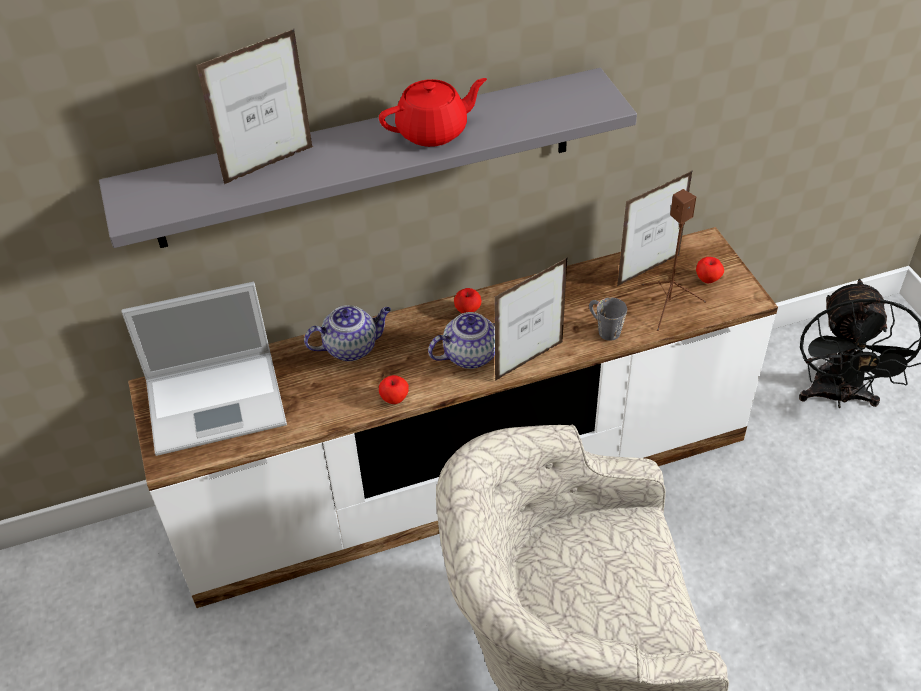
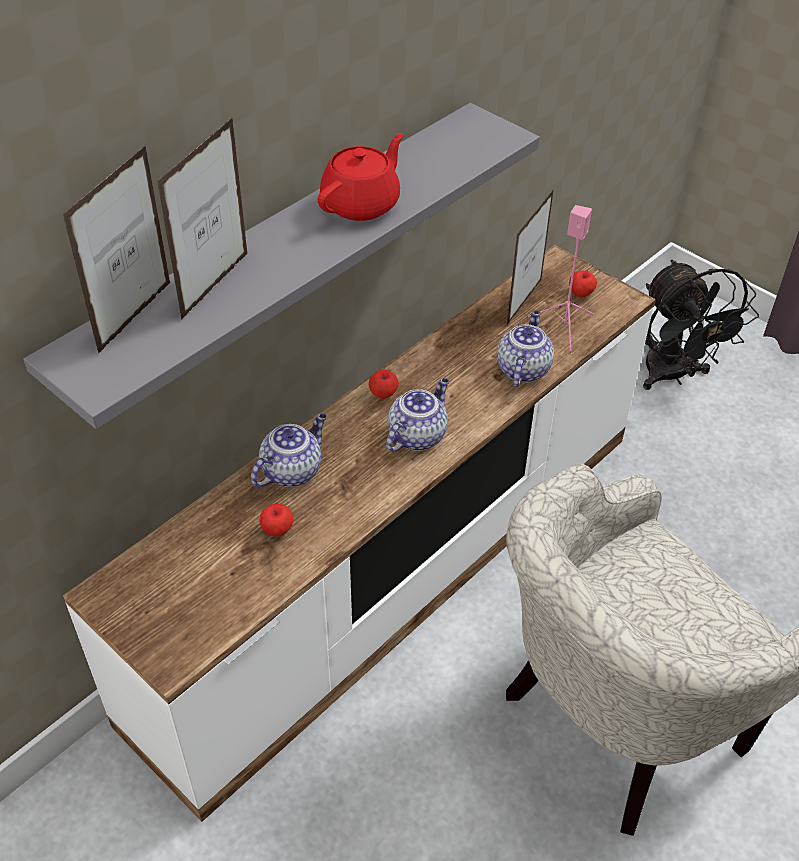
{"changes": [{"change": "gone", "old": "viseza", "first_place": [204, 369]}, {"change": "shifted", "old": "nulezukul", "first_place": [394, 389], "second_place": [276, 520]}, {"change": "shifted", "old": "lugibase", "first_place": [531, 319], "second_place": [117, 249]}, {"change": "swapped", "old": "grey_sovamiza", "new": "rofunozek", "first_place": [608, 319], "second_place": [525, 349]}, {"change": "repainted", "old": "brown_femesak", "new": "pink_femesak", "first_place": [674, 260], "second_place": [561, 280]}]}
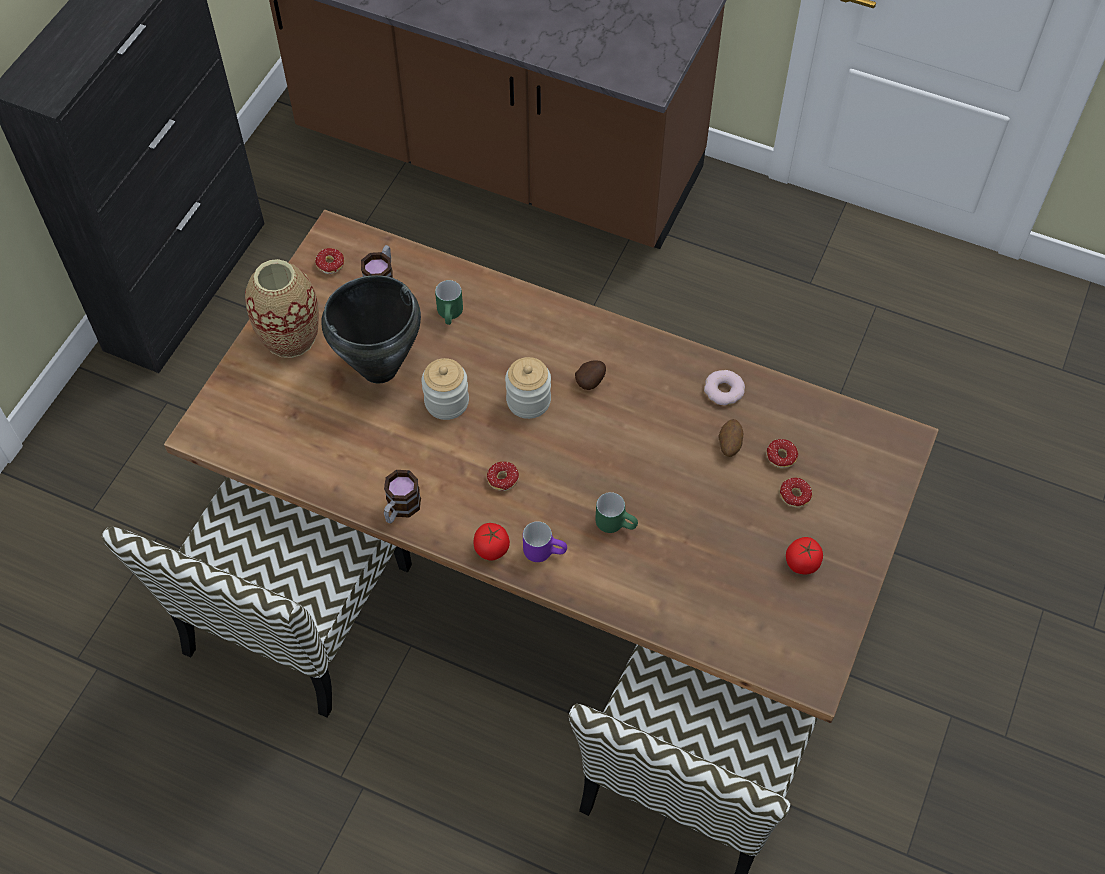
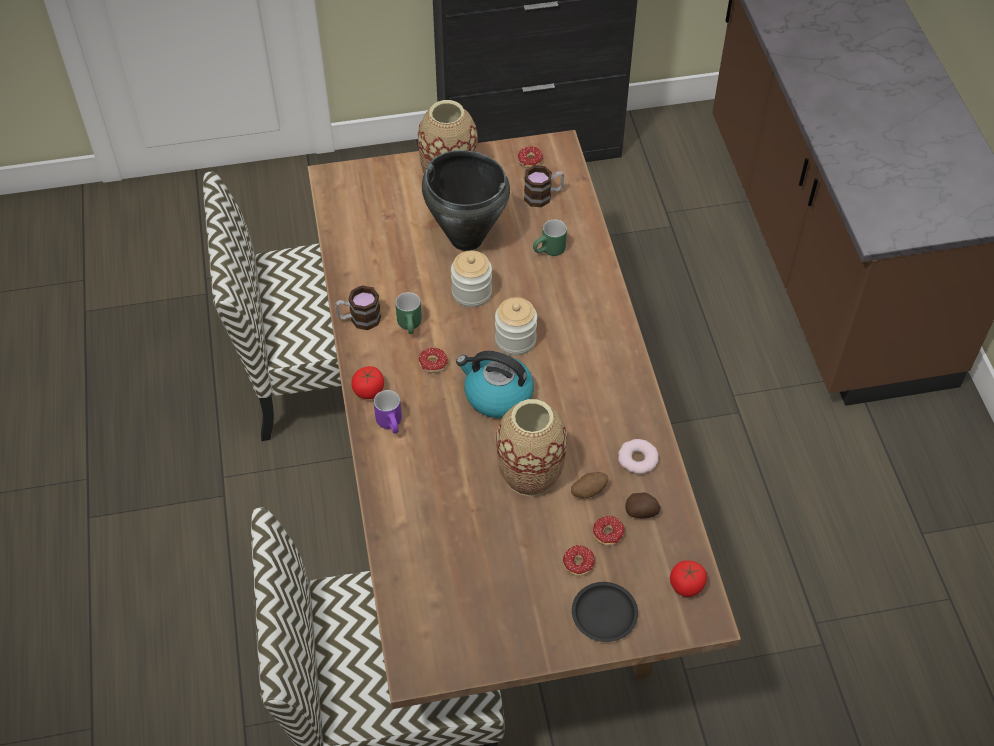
{"changes": [{"change": "shifted", "old": "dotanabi", "first_place": [590, 375], "second_place": [642, 505]}, {"change": "shifted", "old": "green_sovamiza", "first_place": [616, 512], "second_place": [408, 313]}, {"change": "shifted", "old": "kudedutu", "first_place": [804, 556], "second_place": [688, 578]}, {"change": "new", "new": "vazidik", "second_place": [495, 384]}, {"change": "new", "new": "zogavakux", "second_place": [531, 447]}, {"change": "new", "new": "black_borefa", "second_place": [605, 612]}]}
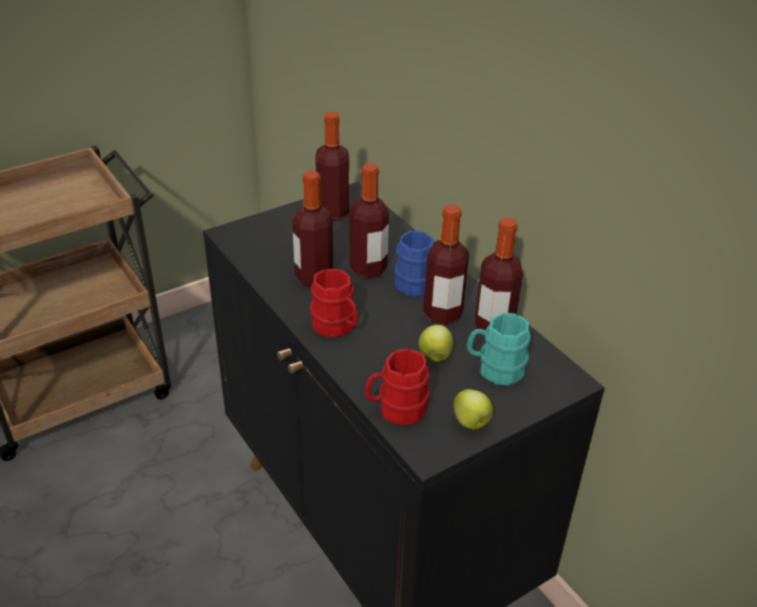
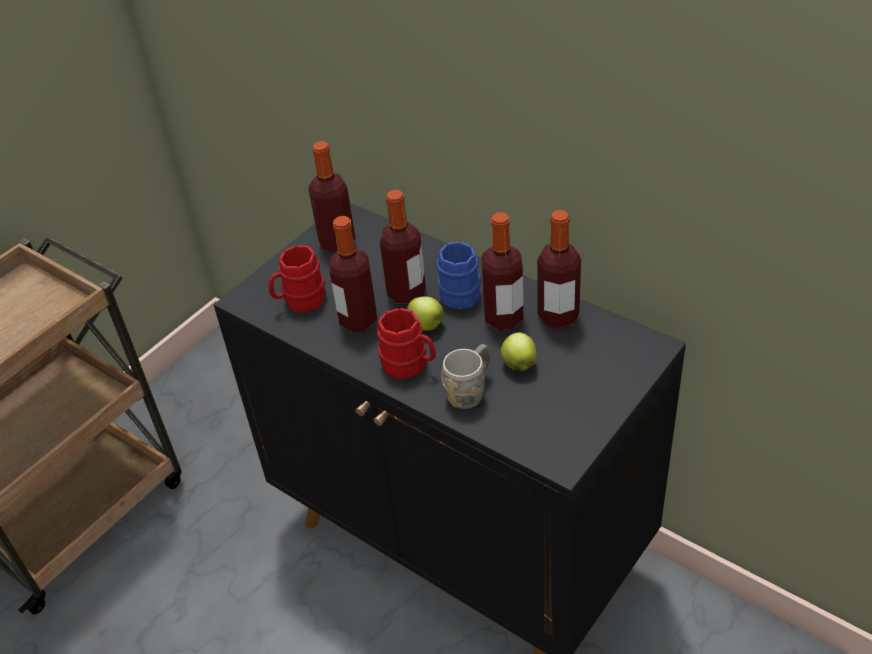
{"changes": [{"change": "shifted", "old": "red_sovamiza", "first_place": [397, 387], "second_place": [297, 278]}, {"change": "shifted", "old": "nulezukul", "first_place": [473, 409], "second_place": [425, 314]}, {"change": "gone", "old": "turquoise_sovamiza", "first_place": [499, 349]}, {"change": "new", "new": "grey_sovamiza", "second_place": [466, 376]}]}
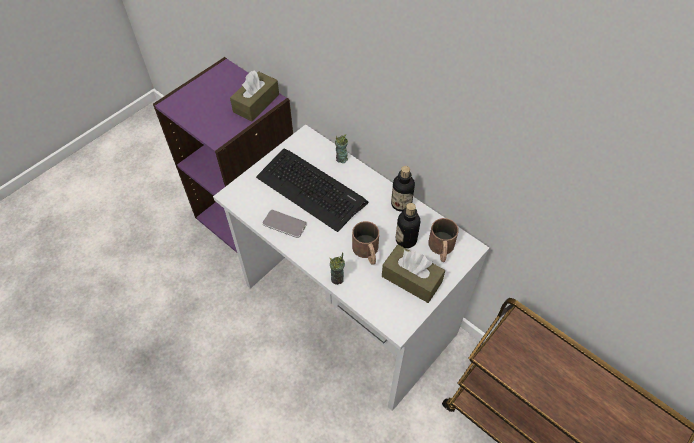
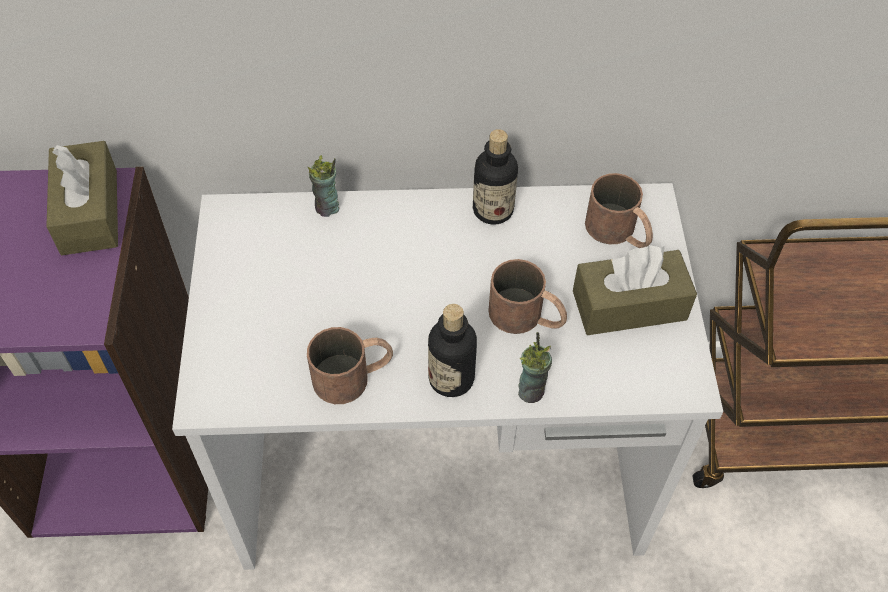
{"changes": [{"change": "gone", "old": "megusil", "first_place": [312, 190]}, {"change": "swapped", "old": "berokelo", "new": "brown_sovamiza", "first_place": [285, 224], "second_place": [350, 365]}, {"change": "shifted", "old": "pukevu", "first_place": [408, 225], "second_place": [452, 350]}]}
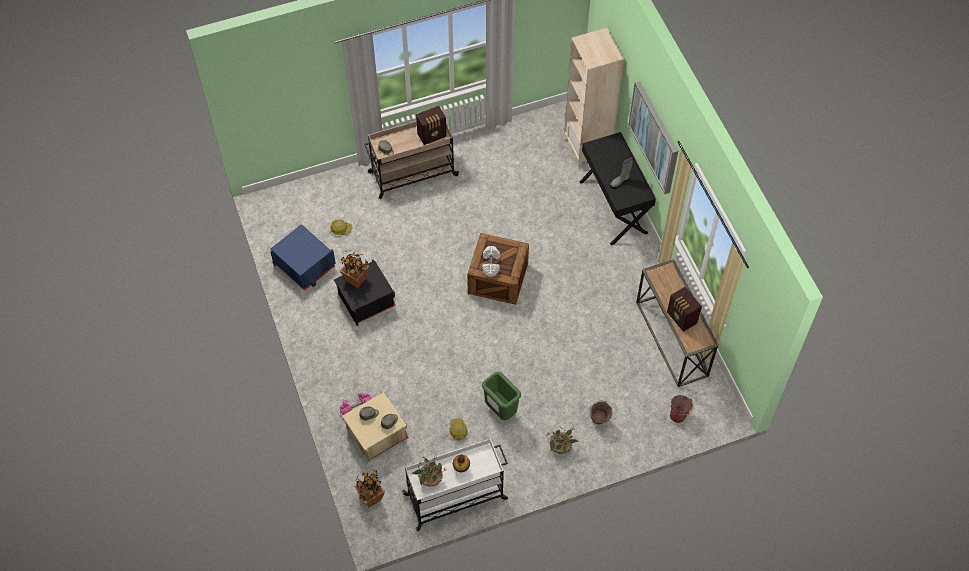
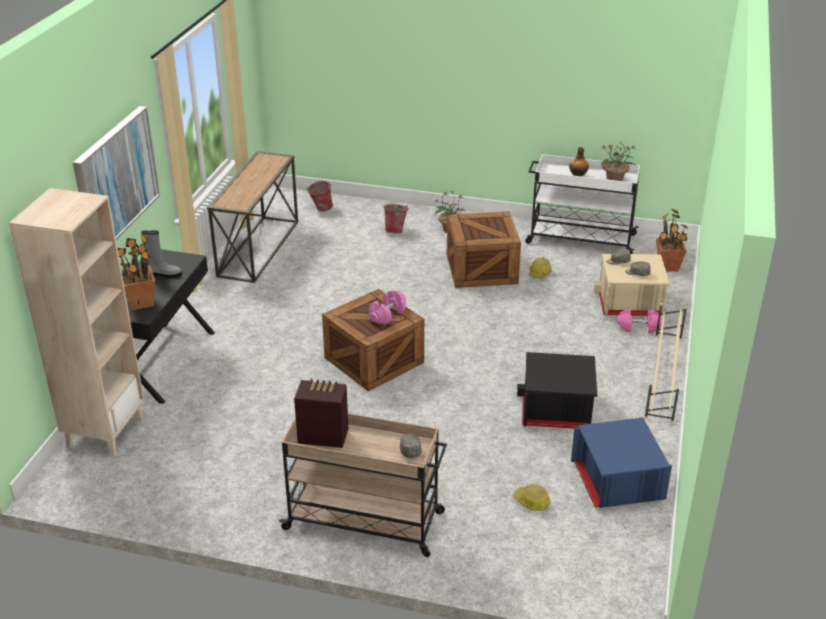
{"changes": [{"change": "shifted", "old": "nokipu", "first_place": [354, 269], "second_place": [136, 272]}, {"change": "repainted", "old": "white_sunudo", "new": "pink_sunudo", "first_place": [491, 261], "second_place": [387, 307]}, {"change": "swapped", "old": "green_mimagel", "new": "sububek", "first_place": [501, 396], "second_place": [484, 249]}, {"change": "gone", "old": "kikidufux", "first_place": [684, 309]}, {"change": "new", "new": "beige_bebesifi", "second_place": [665, 363]}]}
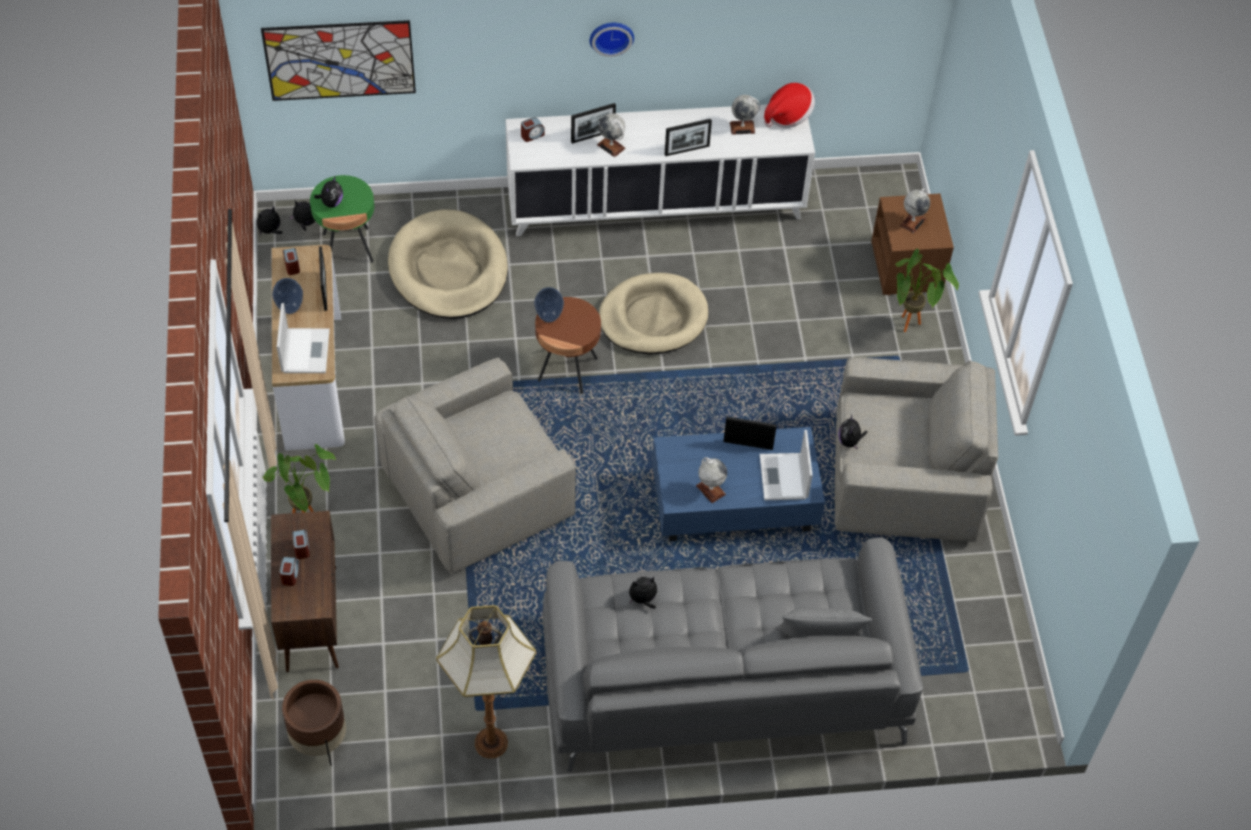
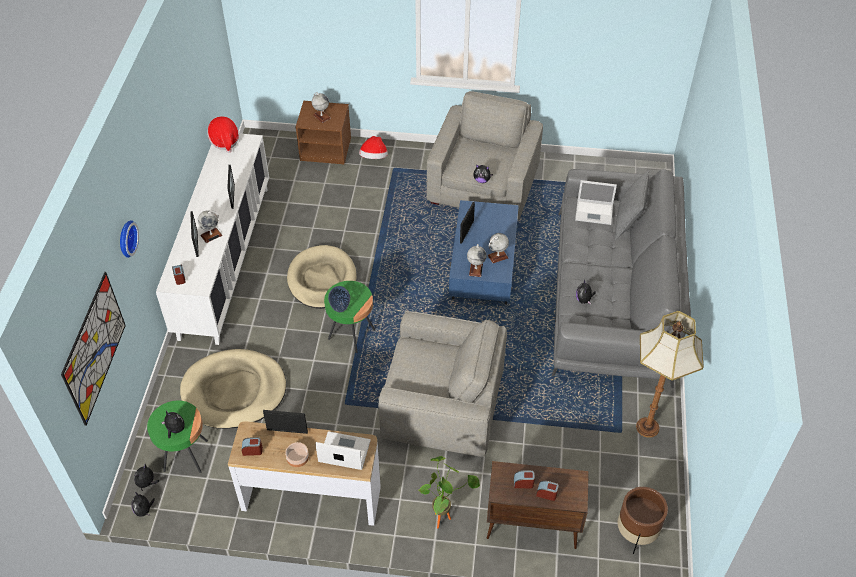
{"changes": [{"change": "swapped", "old": "zogavakux", "new": "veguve", "first_place": [287, 296], "second_place": [297, 454]}, {"change": "rotated", "old": "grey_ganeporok", "first_place": [475, 466], "second_place": [442, 384], "degrees": -60}, {"change": "repainted", "old": "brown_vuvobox", "new": "green_vuvobox", "first_place": [568, 345], "second_place": [349, 317]}, {"change": "shifted", "old": "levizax", "first_place": [611, 40], "second_place": [129, 239]}, {"change": "shifted", "old": "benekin", "first_place": [745, 115], "second_place": [476, 260]}, {"change": "shifted", "old": "viseza", "first_place": [786, 465], "second_place": [596, 202]}, {"change": "swapped", "old": "nokipu", "new": "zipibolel", "first_place": [927, 290], "second_place": [373, 147]}]}
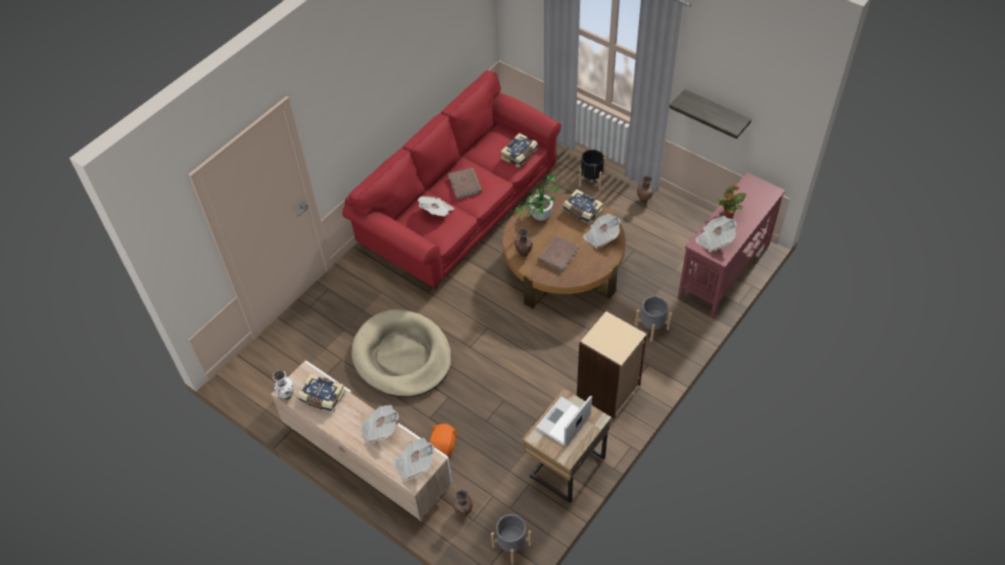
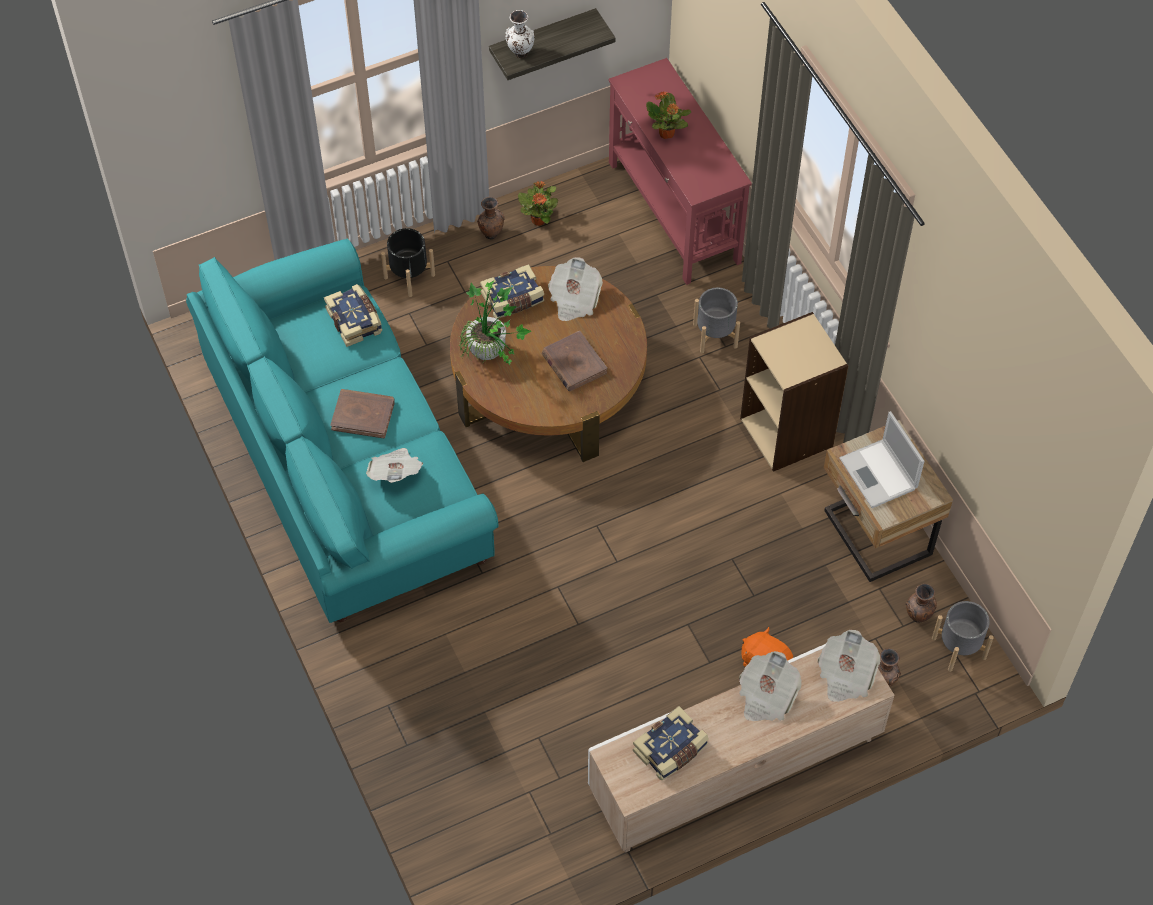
{"changes": [{"change": "shifted", "old": "white_zogavakux", "first_place": [283, 385], "second_place": [520, 34]}, {"change": "repainted", "old": "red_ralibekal", "new": "turquoise_ralibekal", "first_place": [451, 179], "second_place": [342, 431]}, {"change": "gone", "old": "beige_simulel", "first_place": [401, 353]}, {"change": "shifted", "old": "brown_zogavakux", "first_place": [523, 242], "second_place": [921, 603]}, {"change": "gone", "old": "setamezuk", "first_place": [716, 234]}, {"change": "new", "new": "nokipu", "second_place": [538, 203]}]}
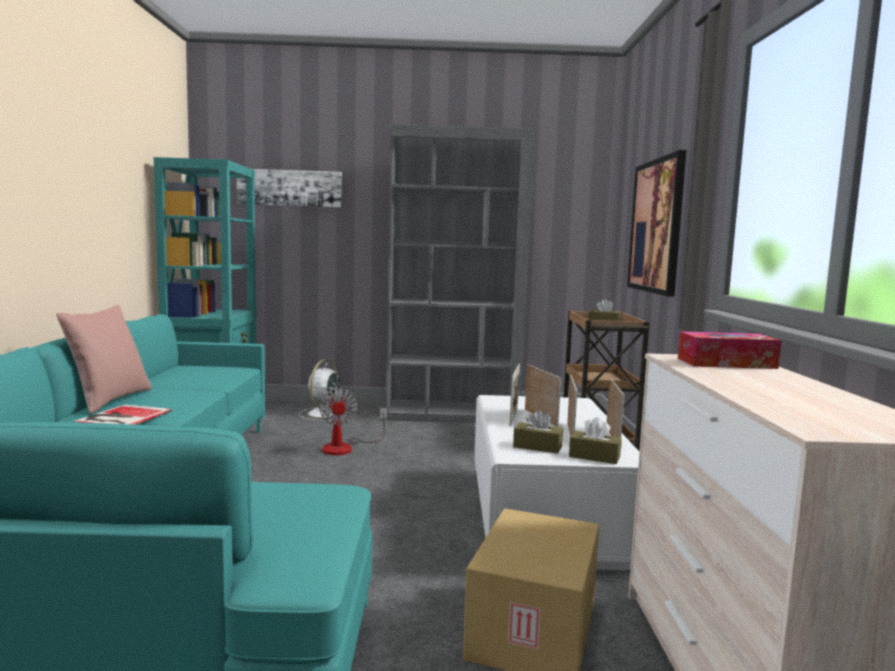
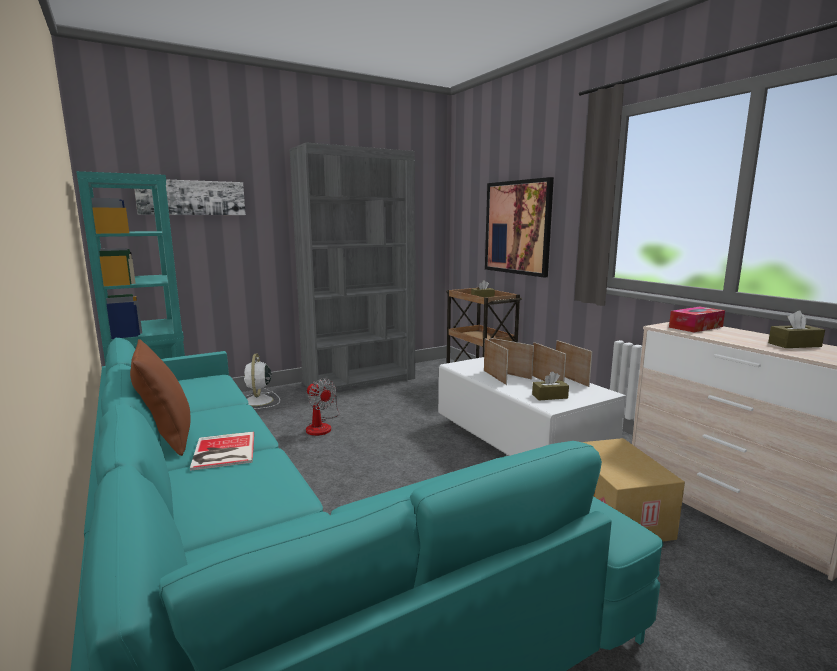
{"changes": [{"change": "repainted", "old": "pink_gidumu", "new": "brown_gidumu", "first_place": [104, 359], "second_place": [160, 397]}, {"change": "shifted", "old": "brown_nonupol", "first_place": [595, 440], "second_place": [796, 329]}]}
